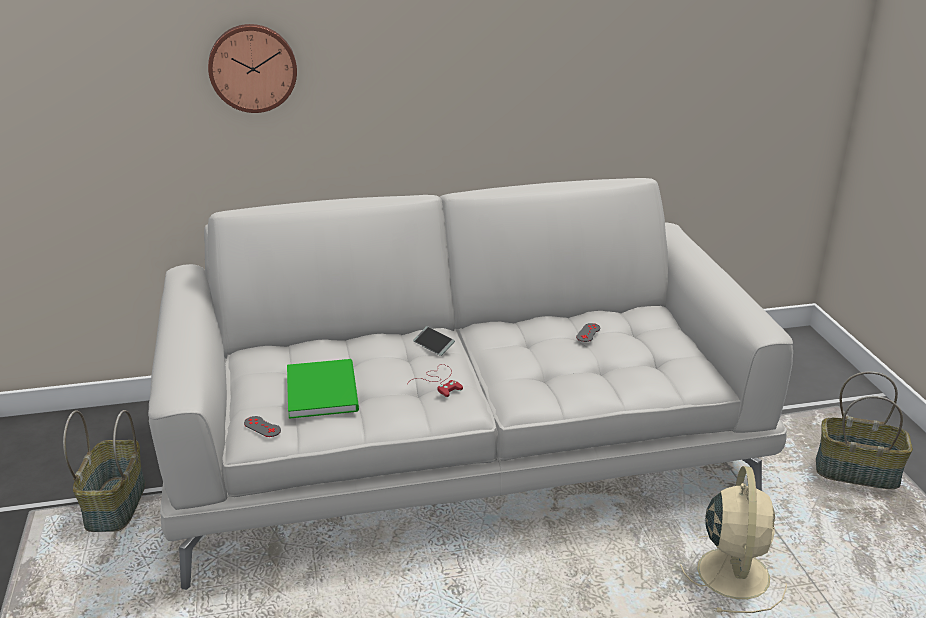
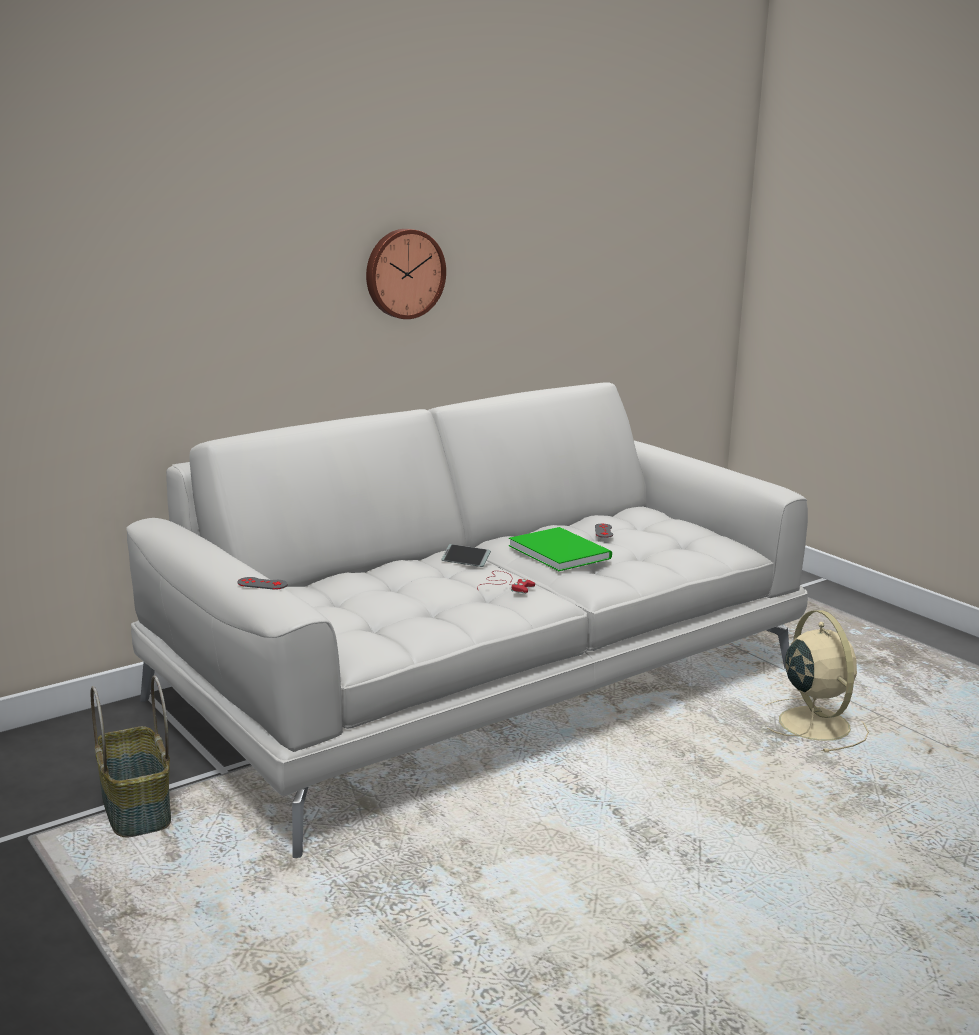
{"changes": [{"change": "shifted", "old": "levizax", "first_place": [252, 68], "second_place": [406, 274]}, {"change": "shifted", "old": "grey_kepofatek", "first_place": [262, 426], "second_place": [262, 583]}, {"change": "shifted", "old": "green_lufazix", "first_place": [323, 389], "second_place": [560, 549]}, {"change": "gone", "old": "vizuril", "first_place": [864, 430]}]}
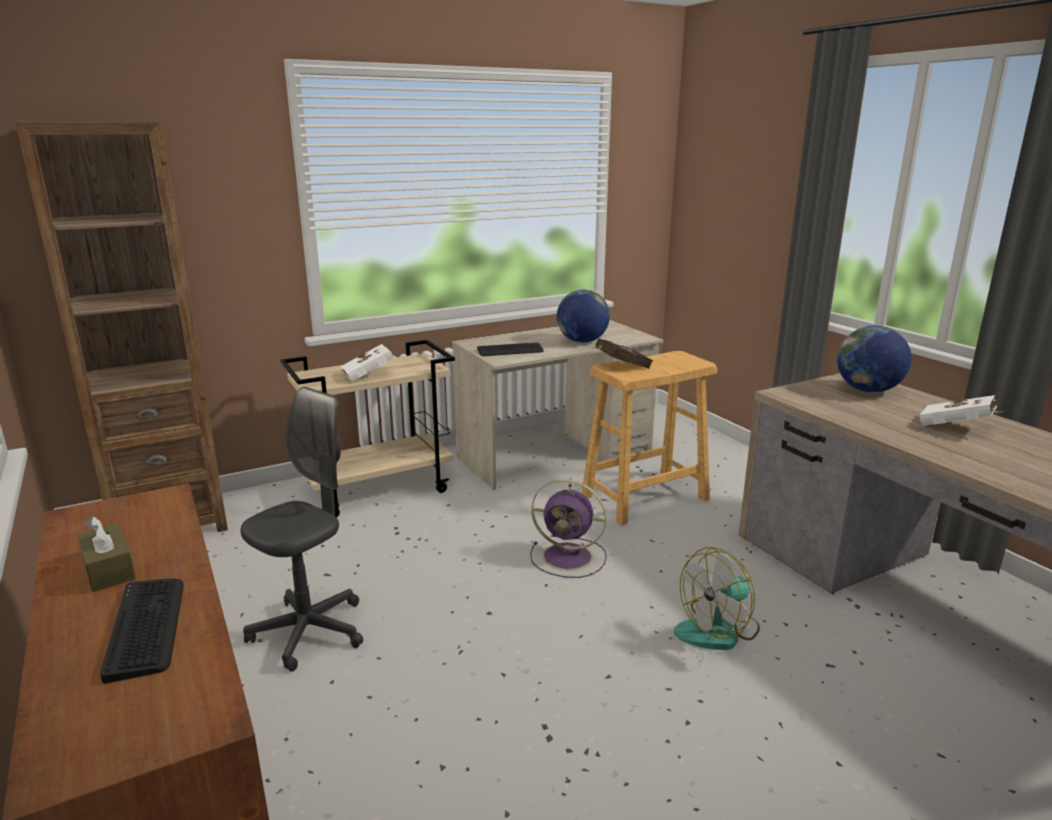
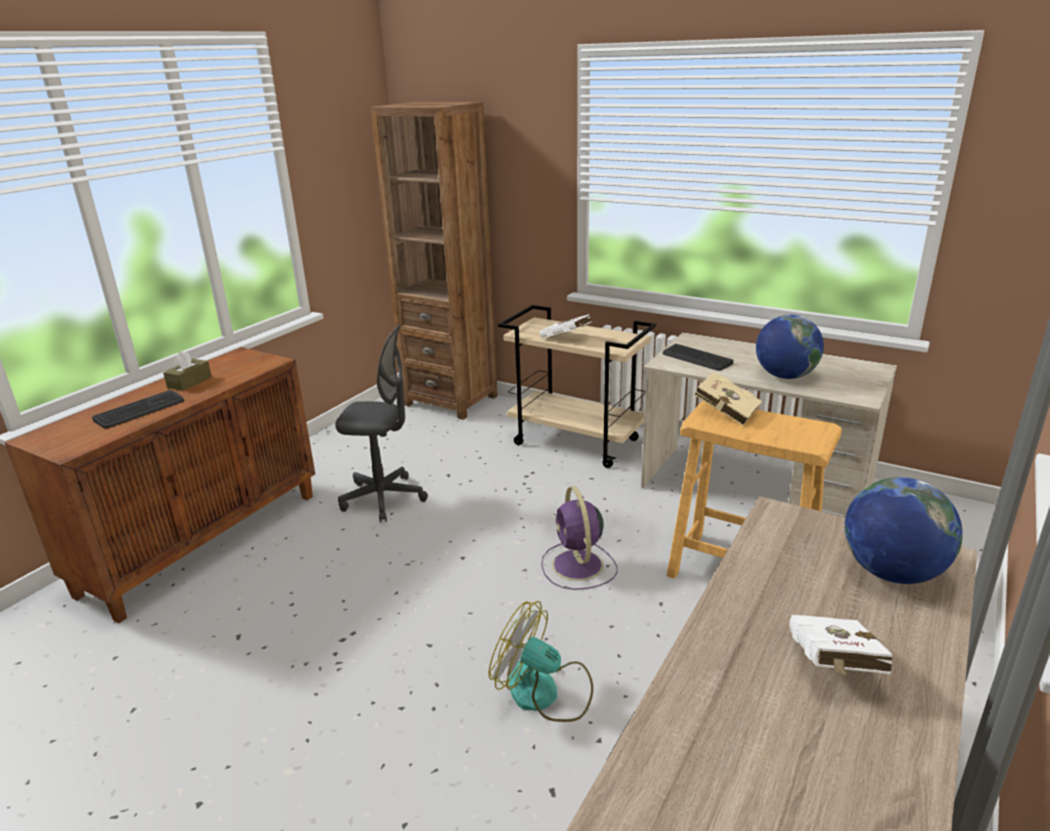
{"changes": [{"change": "repainted", "old": "red_lufazix", "new": "beige_lufazix", "first_place": [623, 354], "second_place": [728, 398]}]}
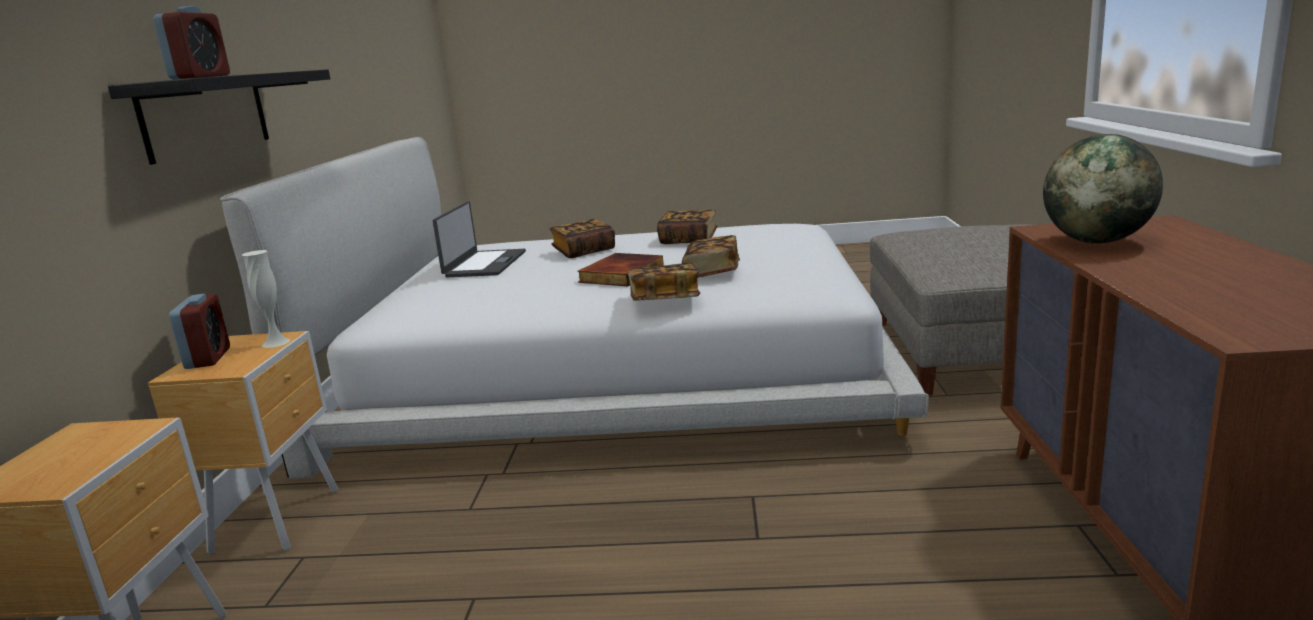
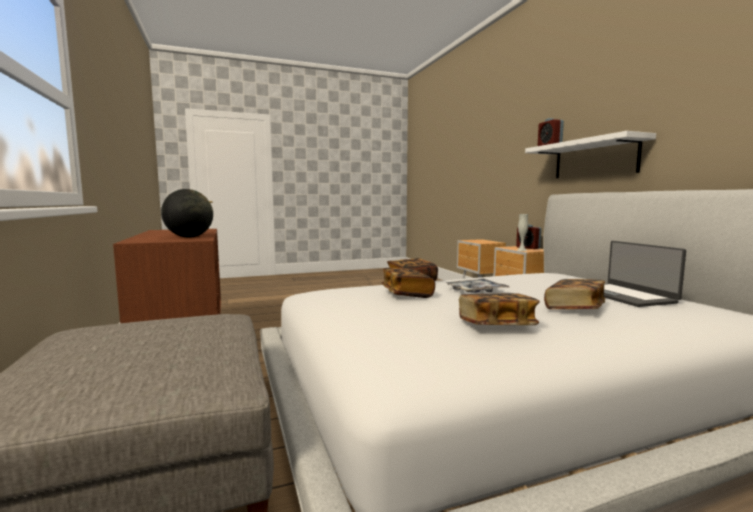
{"changes": [{"change": "repainted", "old": "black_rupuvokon", "new": "white_rupuvokon", "first_place": [219, 117], "second_place": [590, 154]}, {"change": "swapped", "old": "lufazix", "new": "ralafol", "first_place": [620, 269], "second_place": [478, 286]}]}
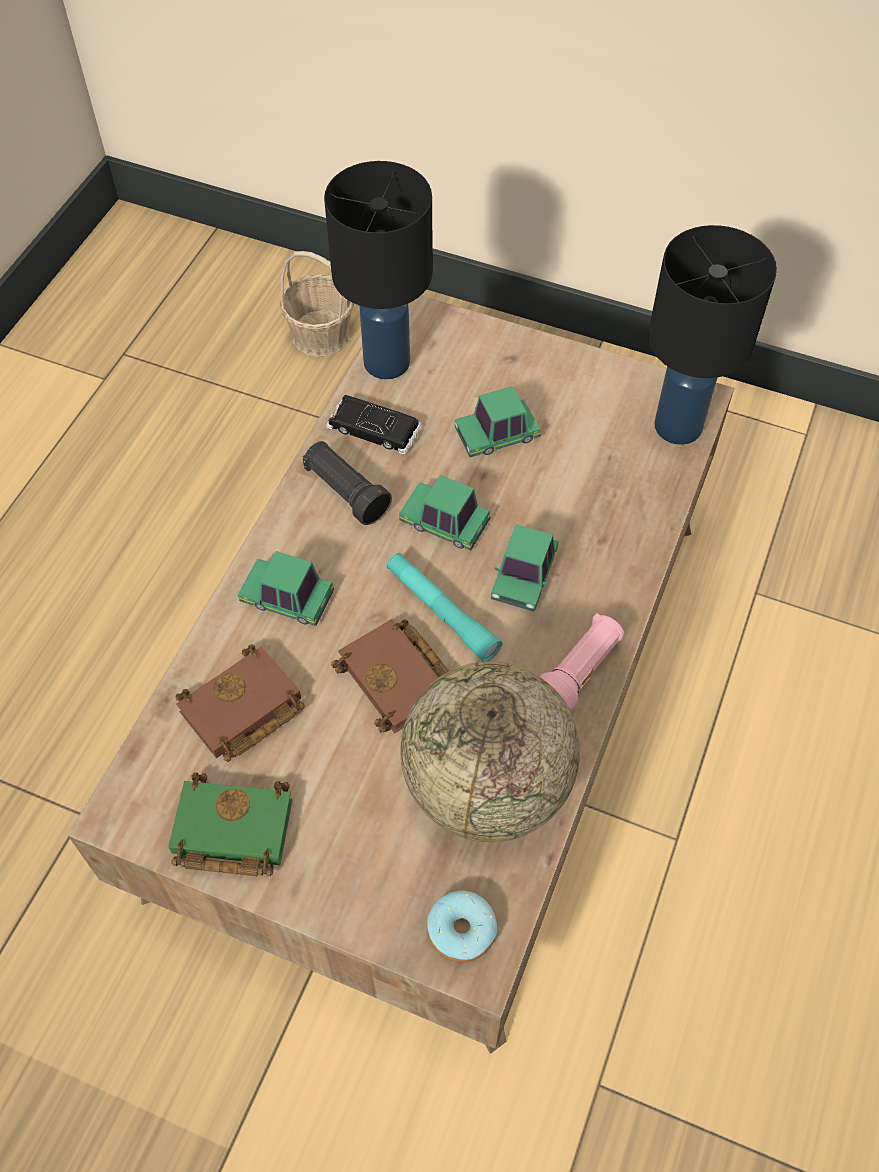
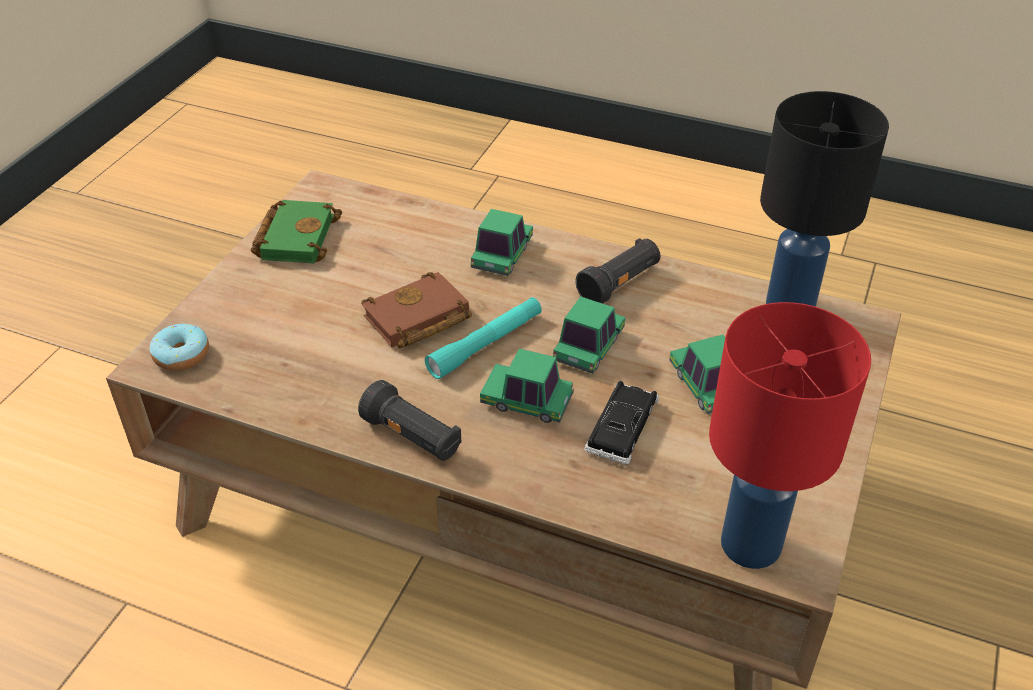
{"changes": [{"change": "gone", "old": "brown_lufazix", "first_place": [240, 703]}, {"change": "gone", "old": "vizuril", "first_place": [317, 304]}, {"change": "shifted", "old": "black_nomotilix", "first_place": [373, 424], "second_place": [622, 422]}, {"change": "gone", "old": "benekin", "first_place": [490, 751]}, {"change": "repainted", "old": "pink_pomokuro", "new": "black_pomokuro", "first_place": [582, 662], "second_place": [409, 420]}, {"change": "repainted", "old": "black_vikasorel", "new": "red_vikasorel", "first_place": [712, 335], "second_place": [790, 435]}]}
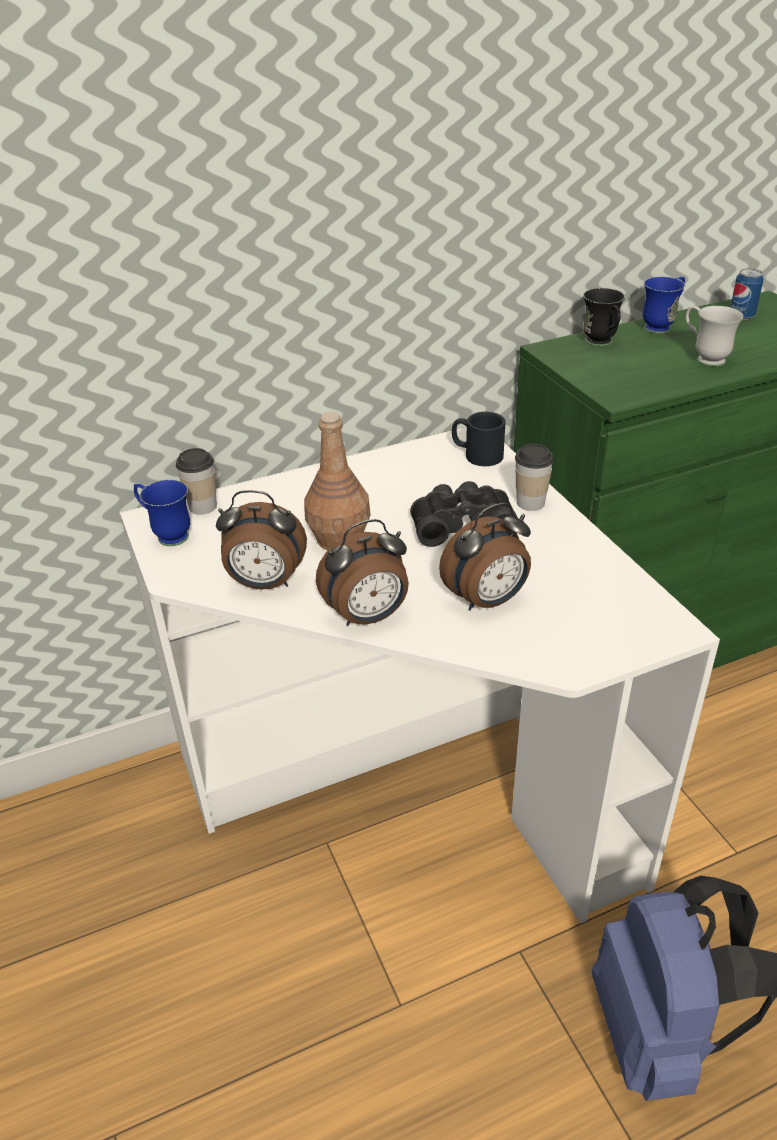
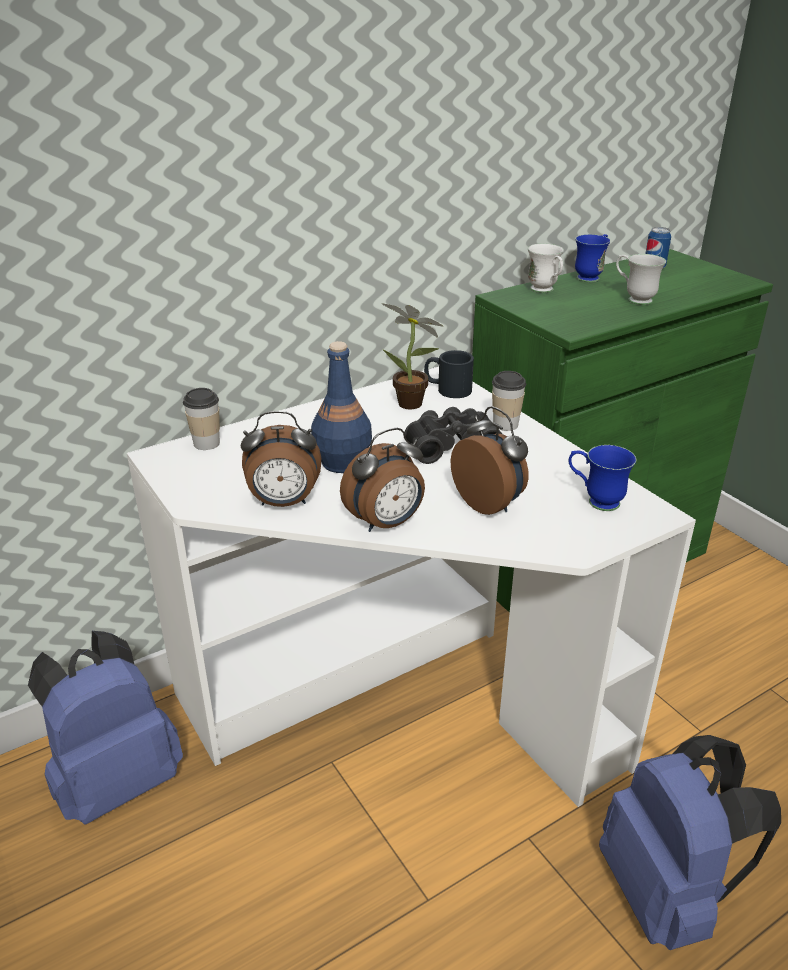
{"changes": [{"change": "shifted", "old": "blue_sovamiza", "first_place": [162, 513], "second_place": [602, 478]}, {"change": "repainted", "old": "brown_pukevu", "new": "blue_pukevu", "first_place": [337, 480], "second_place": [341, 407]}, {"change": "rotated", "old": "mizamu", "first_place": [485, 557], "second_place": [489, 460], "degrees": -90}, {"change": "repainted", "old": "black_sovamiza", "new": "white_sovamiza", "first_place": [604, 317], "second_place": [546, 268]}, {"change": "new", "new": "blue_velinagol", "second_place": [105, 728]}, {"change": "new", "new": "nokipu", "second_place": [413, 356]}]}
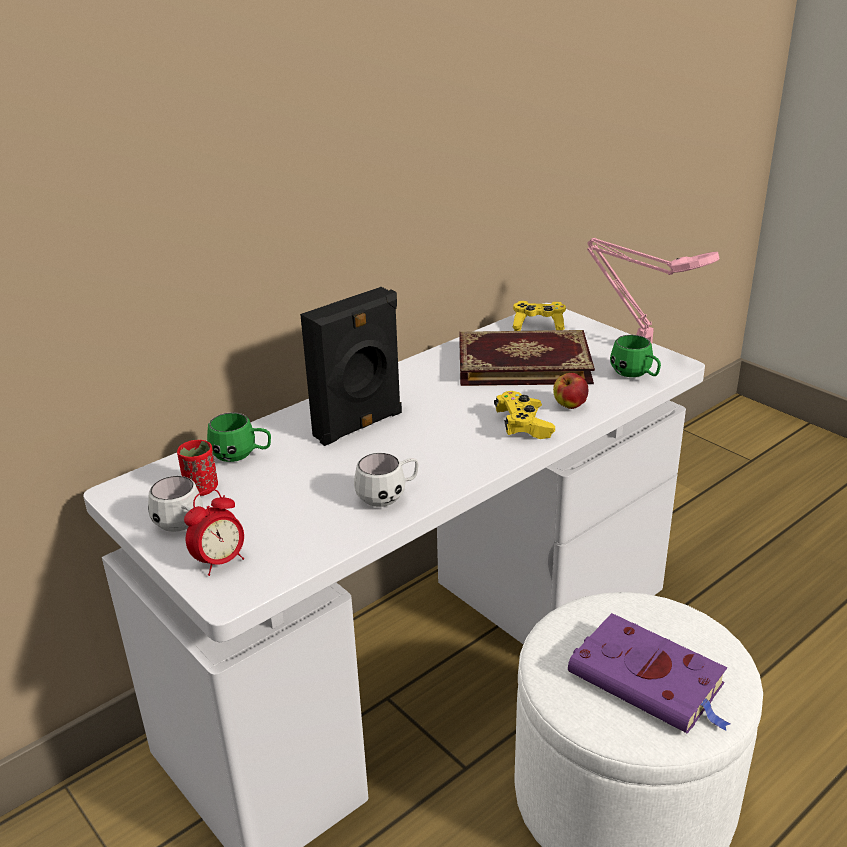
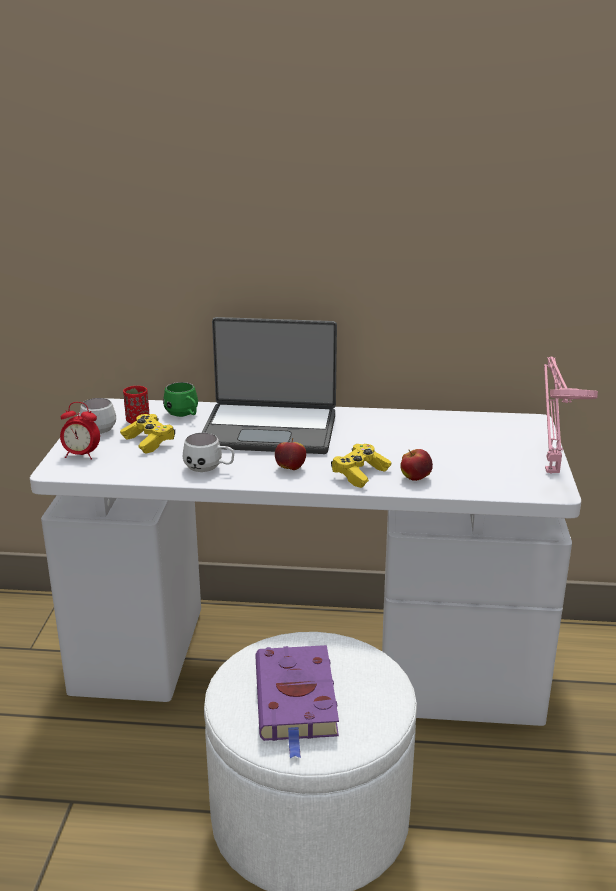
{"changes": [{"change": "swapped", "old": "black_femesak", "new": "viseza", "first_place": [351, 366], "second_place": [269, 385]}, {"change": "gone", "old": "lufazix", "first_place": [527, 358]}, {"change": "shifted", "old": "yellow_kepofatek", "first_place": [539, 316], "second_place": [147, 434]}, {"change": "gone", "old": "green_sovamiza", "first_place": [635, 356]}, {"change": "new", "new": "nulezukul", "second_place": [290, 454]}]}
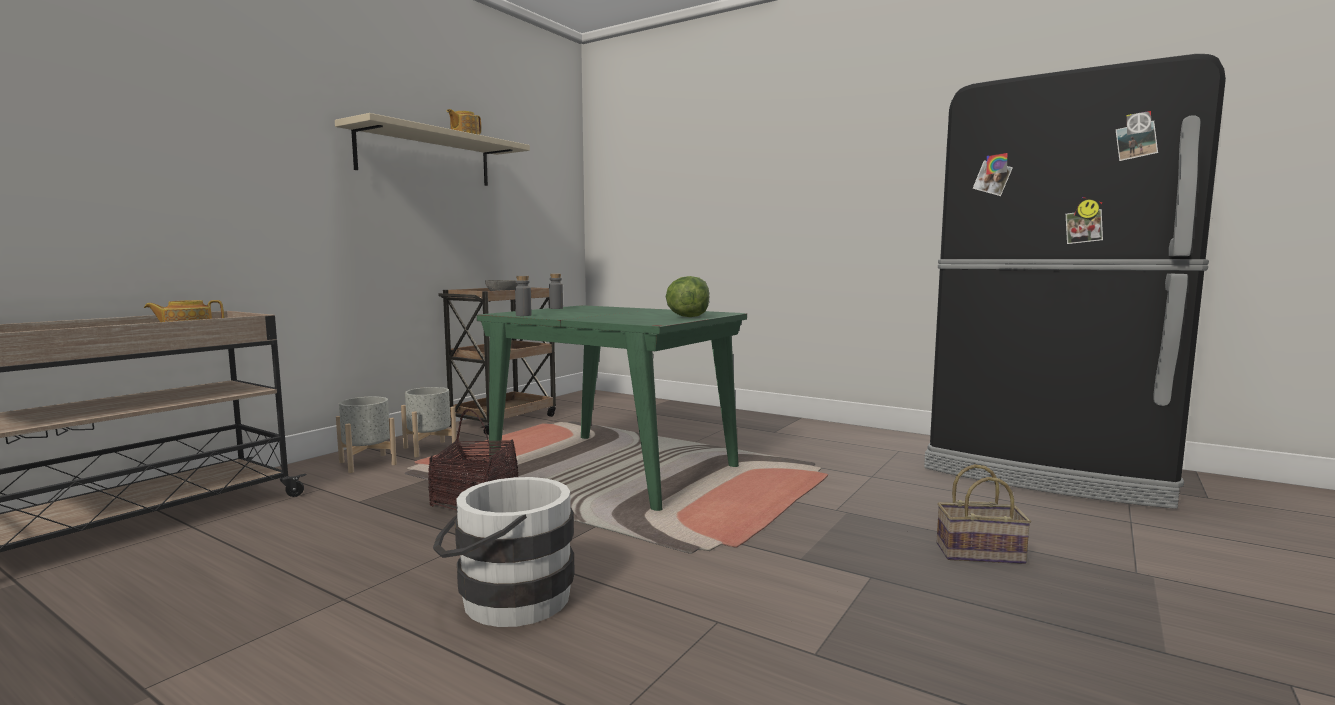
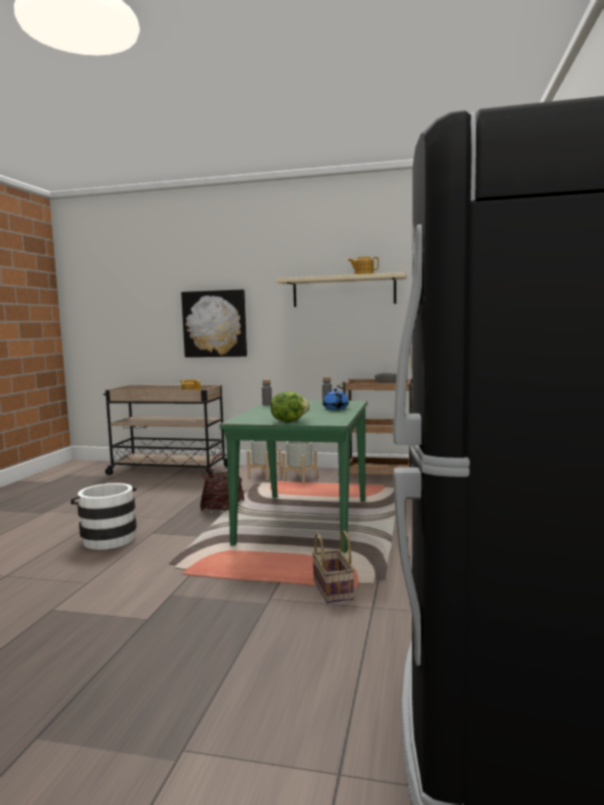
{"changes": [{"change": "shifted", "old": "vizuril", "first_place": [984, 514], "second_place": [333, 566]}, {"change": "new", "new": "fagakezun", "second_place": [214, 323]}, {"change": "new", "new": "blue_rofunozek", "second_place": [336, 399]}]}
